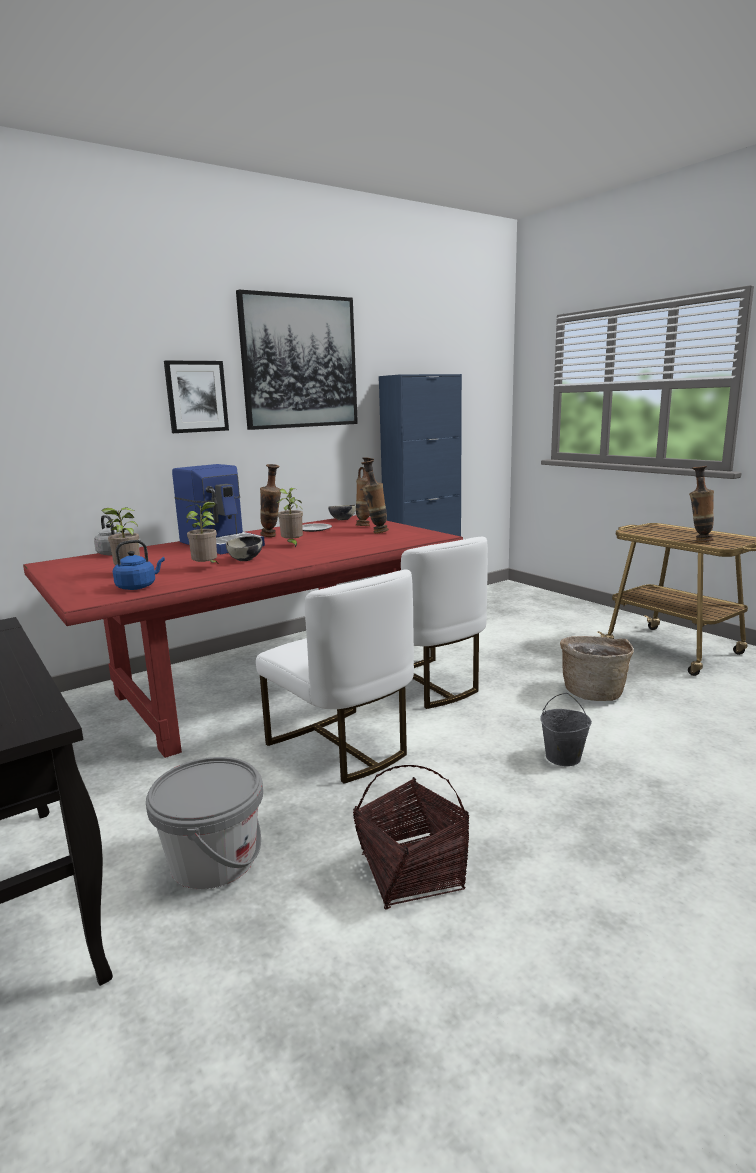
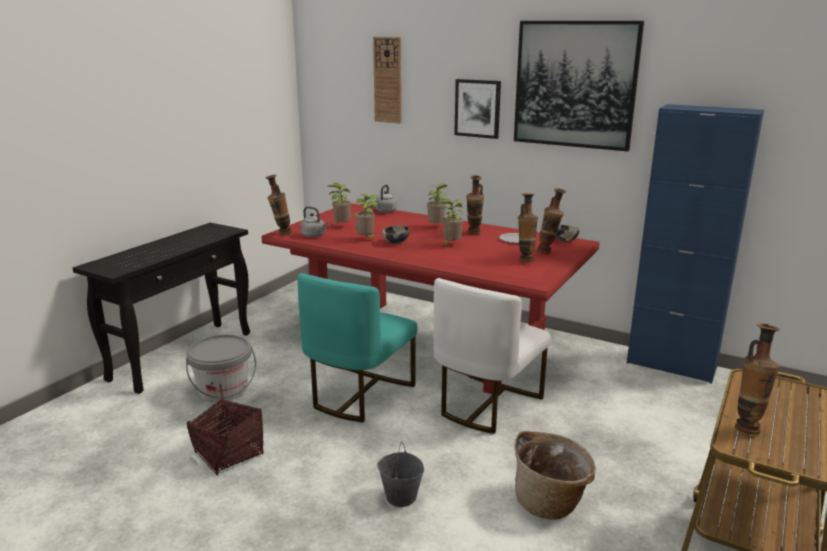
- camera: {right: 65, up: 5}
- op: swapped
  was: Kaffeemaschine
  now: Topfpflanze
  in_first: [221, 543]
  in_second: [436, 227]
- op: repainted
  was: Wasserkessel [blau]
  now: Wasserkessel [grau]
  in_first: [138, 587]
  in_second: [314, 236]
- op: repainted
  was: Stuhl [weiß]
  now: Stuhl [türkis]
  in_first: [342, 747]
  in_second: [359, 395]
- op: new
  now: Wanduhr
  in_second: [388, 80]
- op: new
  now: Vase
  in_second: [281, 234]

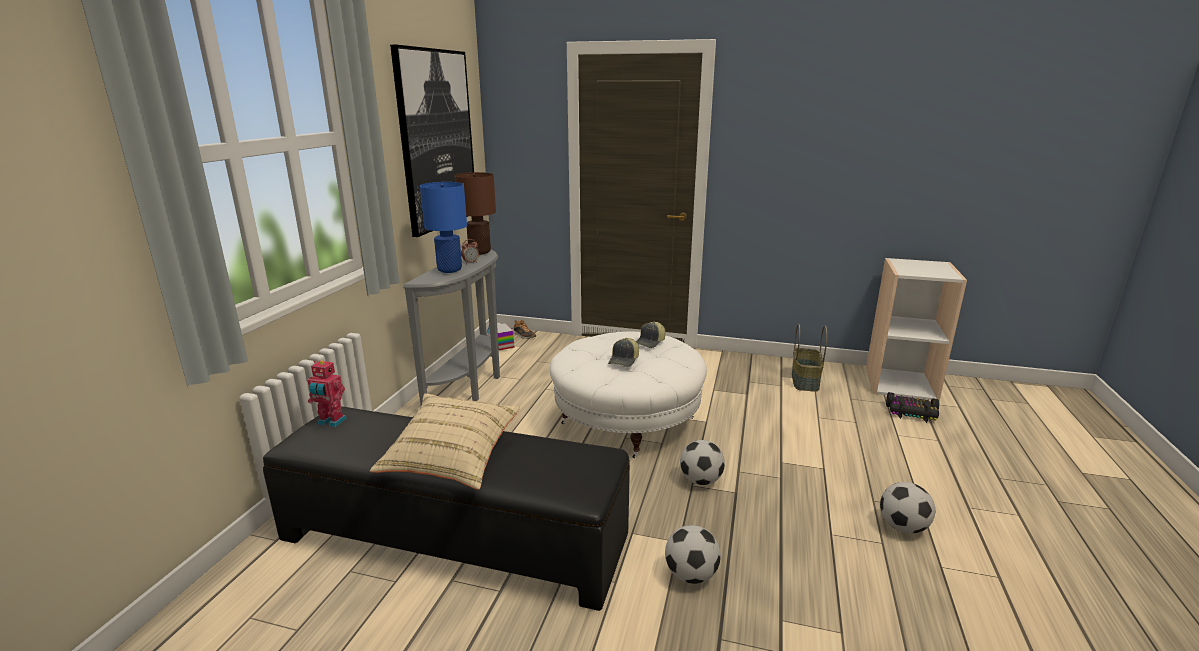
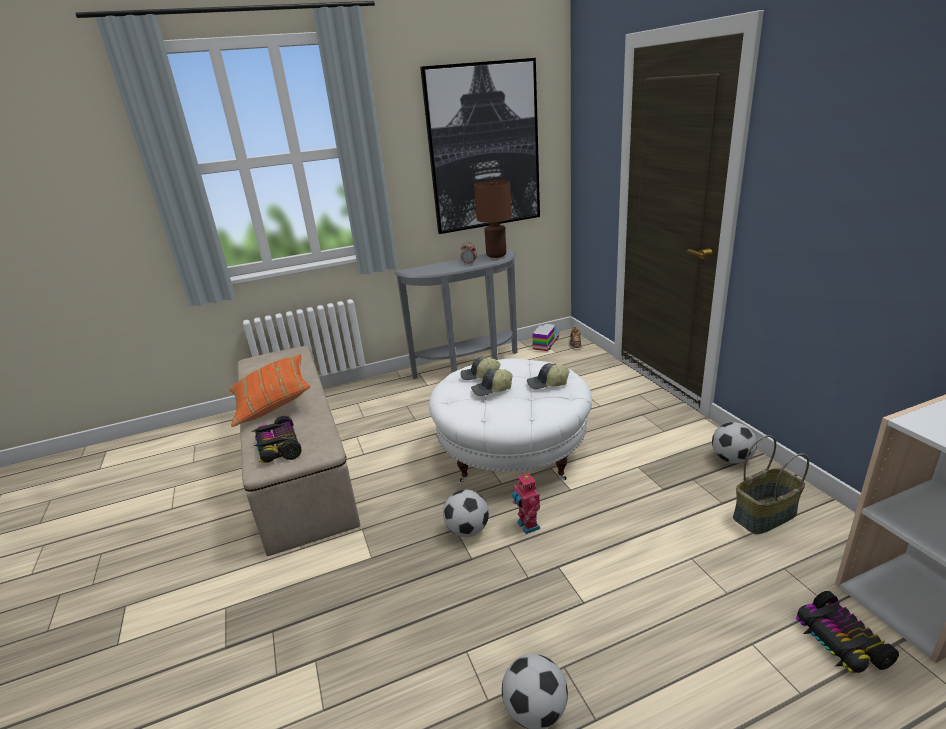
- camera: {right: 55, up: 5}
- op: gone
  was: Tischlampe [blau]
  in_first: [449, 271]
- op: shifted
  was: Spielzeugroboter
  in_first: [331, 422]
  in_second: [527, 526]
- op: repainted
  was: Kissen [beige]
  now: Kissen [orange]
  in_first: [451, 458]
  in_second: [272, 403]
- op: repainted
  was: Bank [schwarz]
  now: Bank [beige]
  in_first: [453, 537]
  in_second: [297, 461]
- op: shifted
  was: Fußball
  in_first: [691, 575]
  in_second: [731, 459]
- op: new
  now: Kappe
  in_second: [480, 376]
- op: new
  now: Spielzeugauto
  in_second: [278, 448]

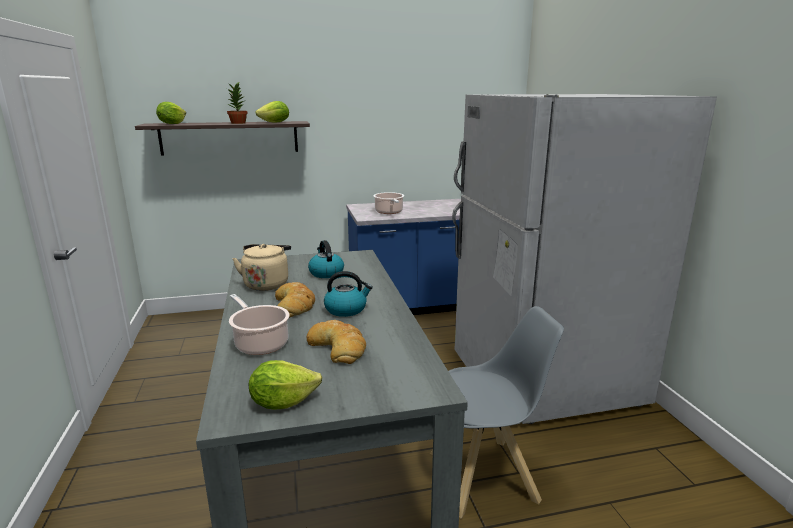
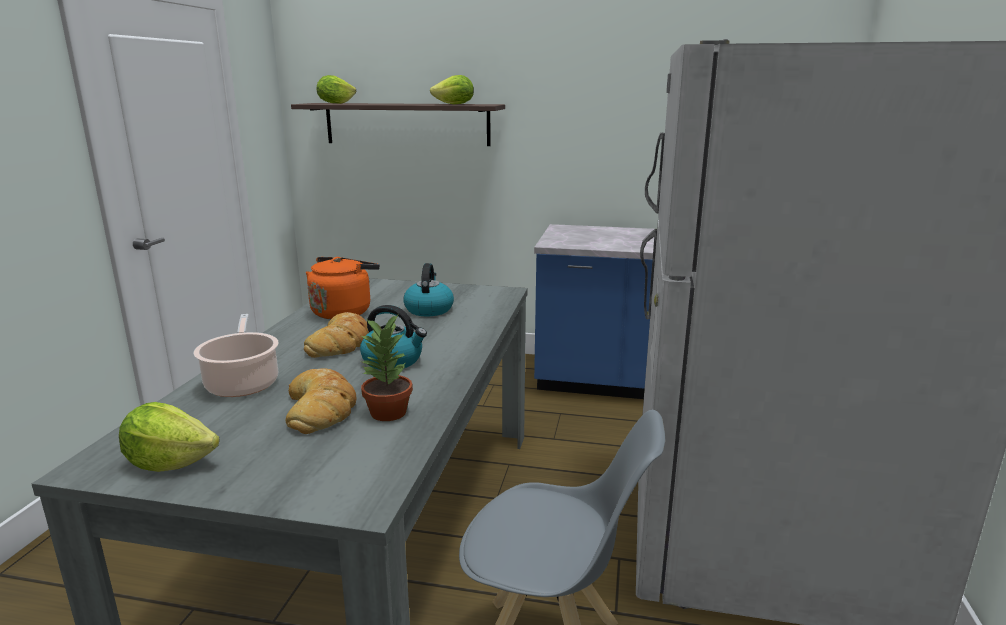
- camera: {right: 25, up: 0}
- op: shifted
  was: Topfpflanze
  in_first: [238, 123]
  in_second: [389, 413]
- op: gone
  was: Kochtopf
  in_first: [389, 212]
- op: repainted
  was: Wasserkessel [beige]
  now: Wasserkessel [orange]
  in_first: [267, 284]
  in_second: [343, 311]

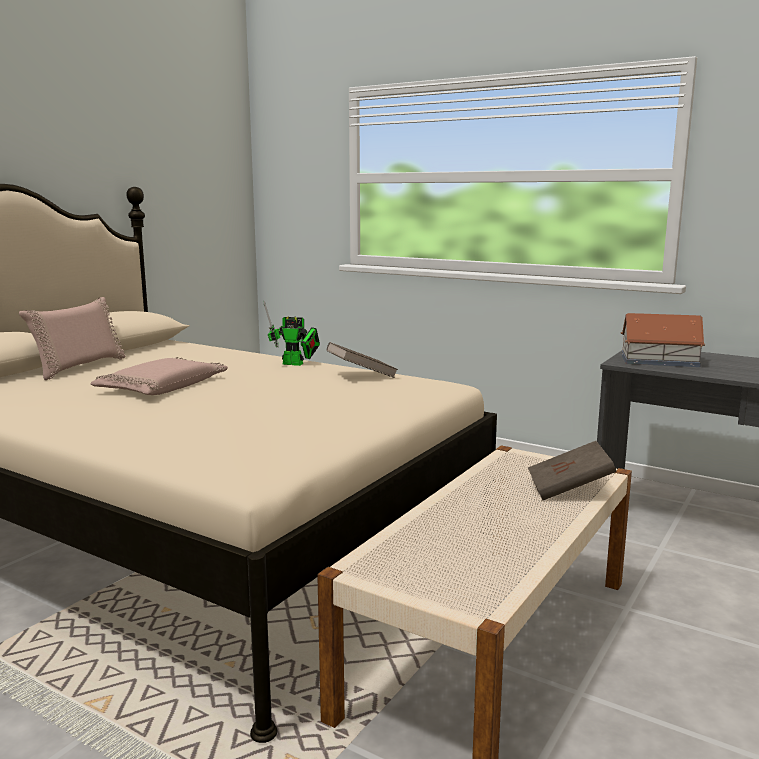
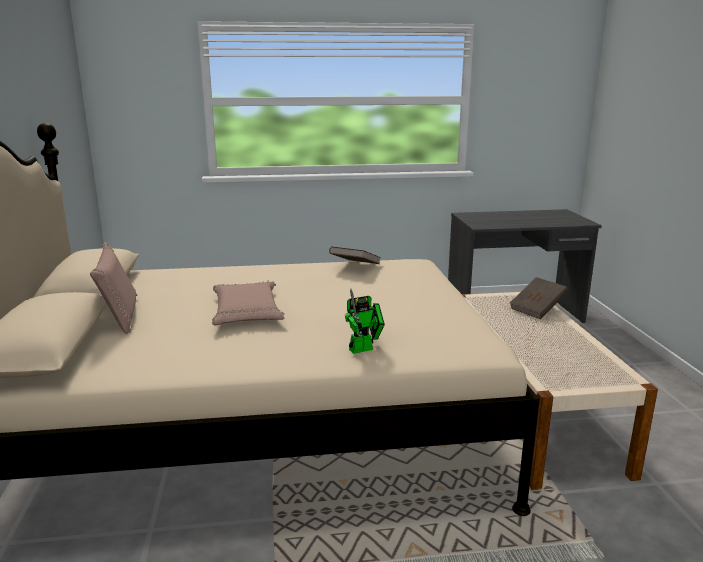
- camera: {right: -40, up: 5}
- op: shifted
  was: Spielzeugroboter
  in_first: [296, 364]
  in_second: [364, 348]
- op: gone
  was: Spielzeughaus
  in_first: [660, 360]

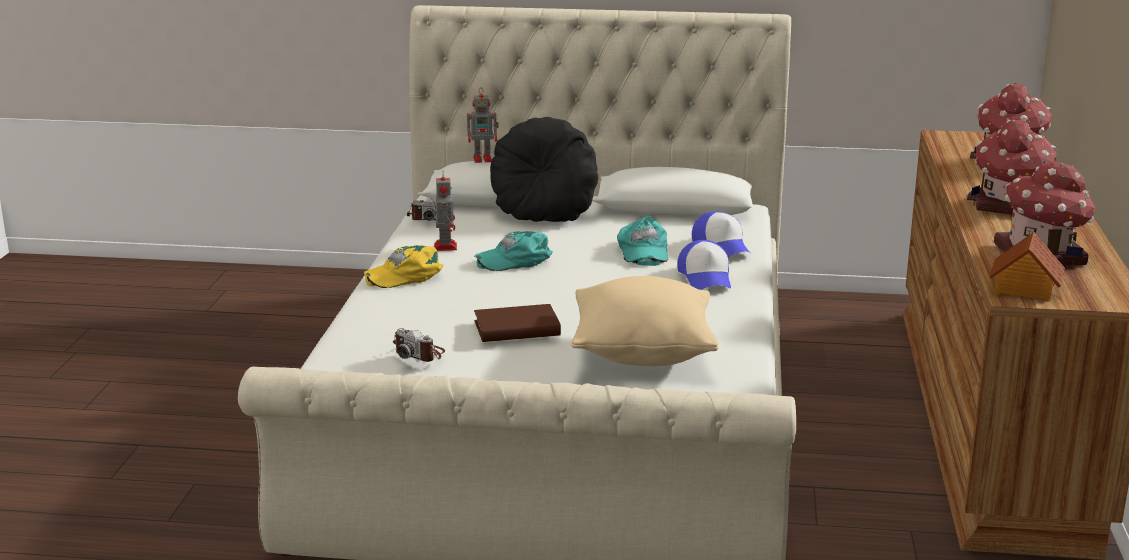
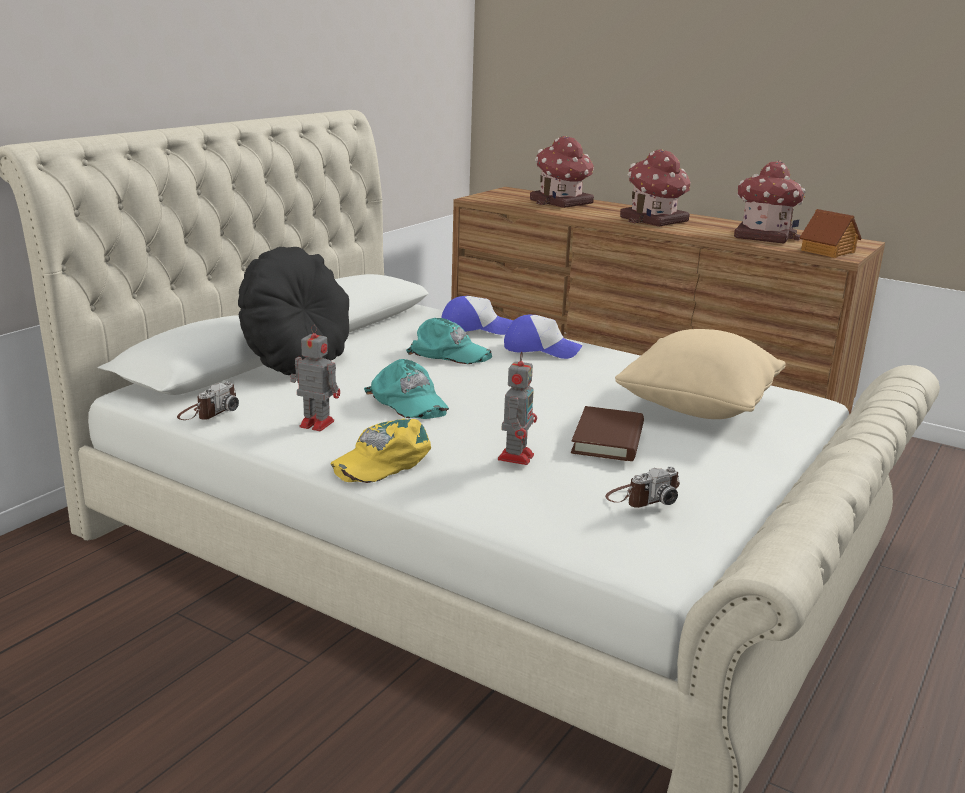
- camera: {right: -65, up: 0}
- op: shifted
  was: Spielzeugroboter
  in_first: [483, 159]
  in_second: [516, 456]
- op: rotated
  was: Kappe [türkis]
  in_first: [515, 260]
  in_second: [408, 401]
  clockwise: -45
- op: rotated
  was: Kappe [gelb]
  in_first: [405, 275]
  in_second: [382, 461]
  clockwise: 45

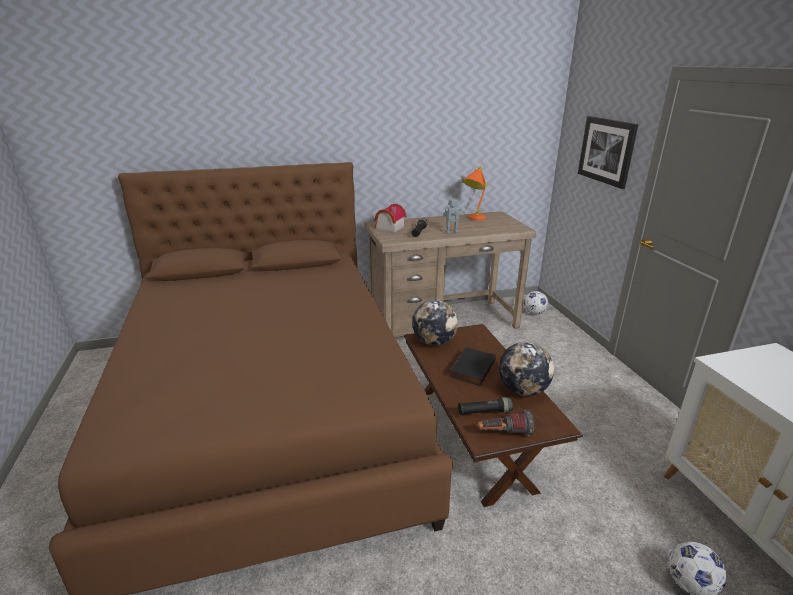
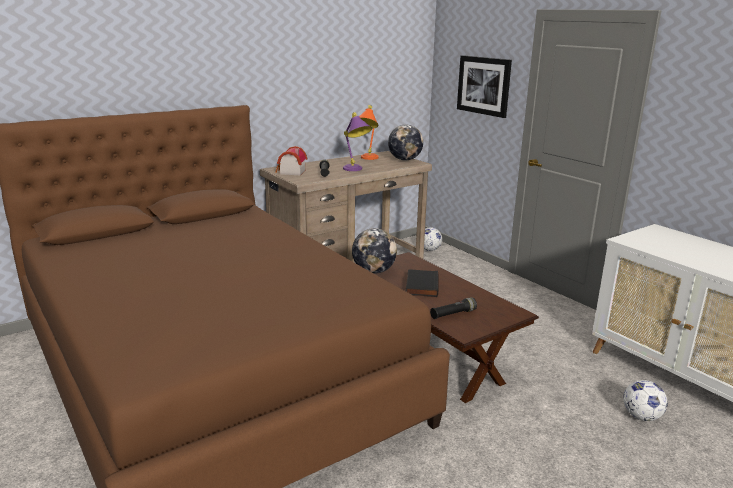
- camera: {right: -20, up: -5}
- op: swapped
  was: Spielzeugroboter
  now: Tischlampe [lila]
  in_first: [452, 232]
  in_second: [356, 170]
- op: shifted
  was: Globus
  in_first: [522, 390]
  in_second: [404, 160]
- op: gone
  was: Taschenlampe
  in_first: [503, 433]

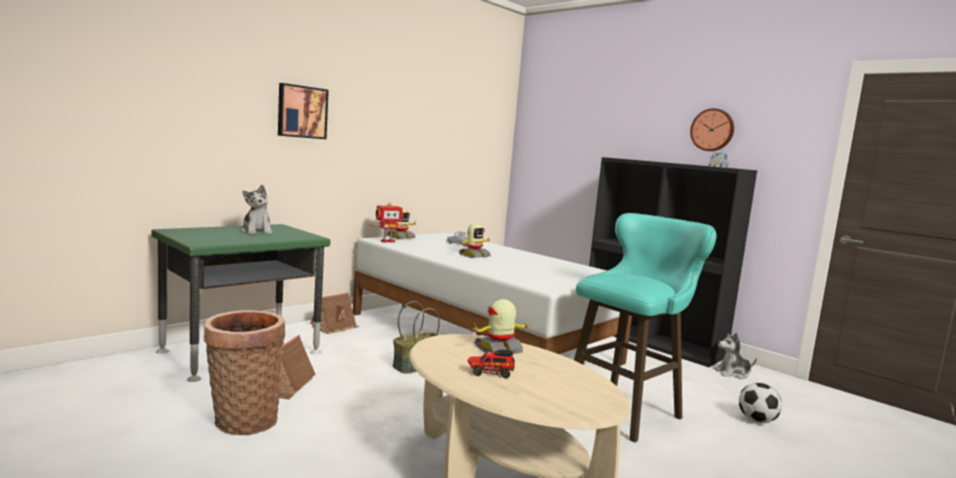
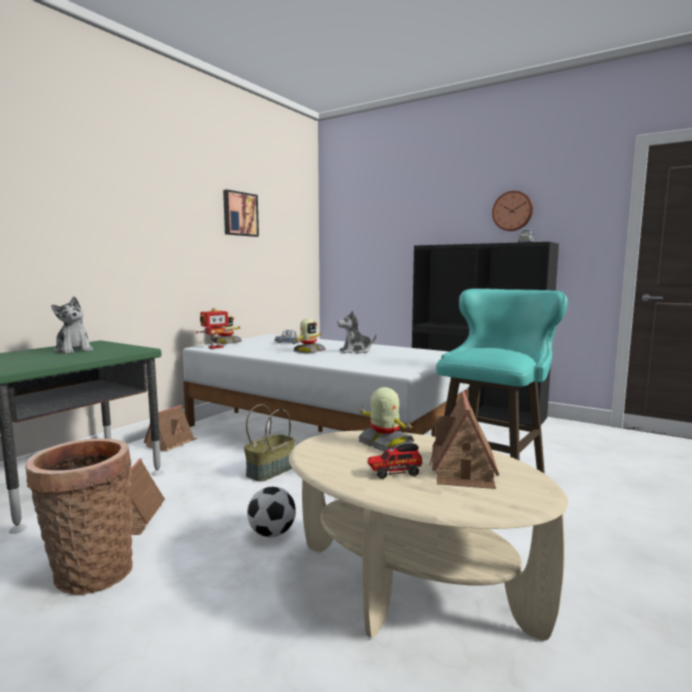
- camera: {right: -10, up: 0}
- op: shifted
  was: Bild
  in_first: [302, 112]
  in_second: [239, 214]
- op: rotated
  was: Spielzeugroboter
  in_first: [498, 350]
  in_second: [385, 443]
  clockwise: 90
- op: shifted
  was: Plüschtier
  in_first: [733, 373]
  in_second: [355, 351]
- op: shifted
  was: Fußball
  in_first: [756, 421]
  in_second: [272, 533]
- op: new
  now: Spielzeughaus
  in_second: [463, 468]

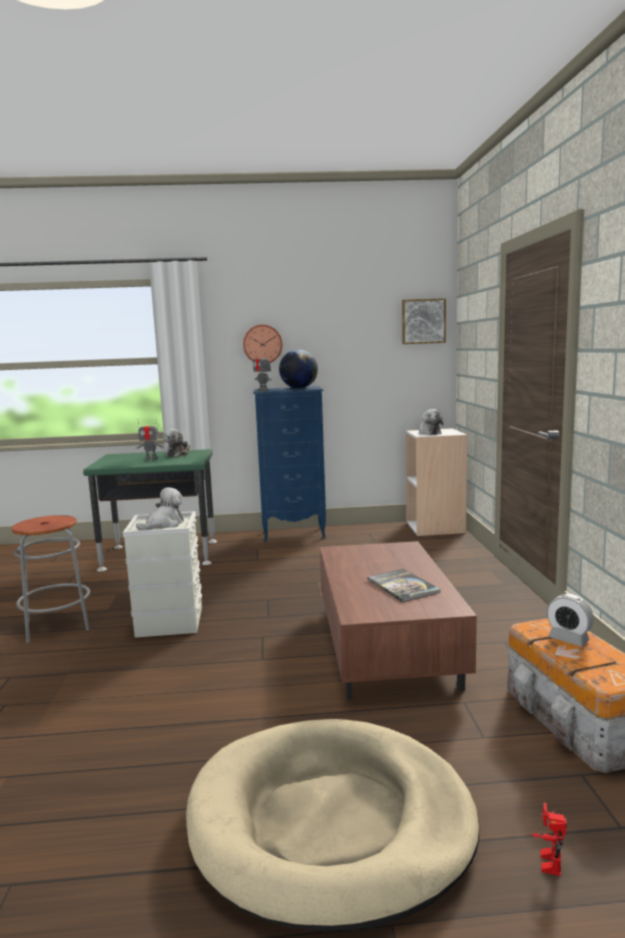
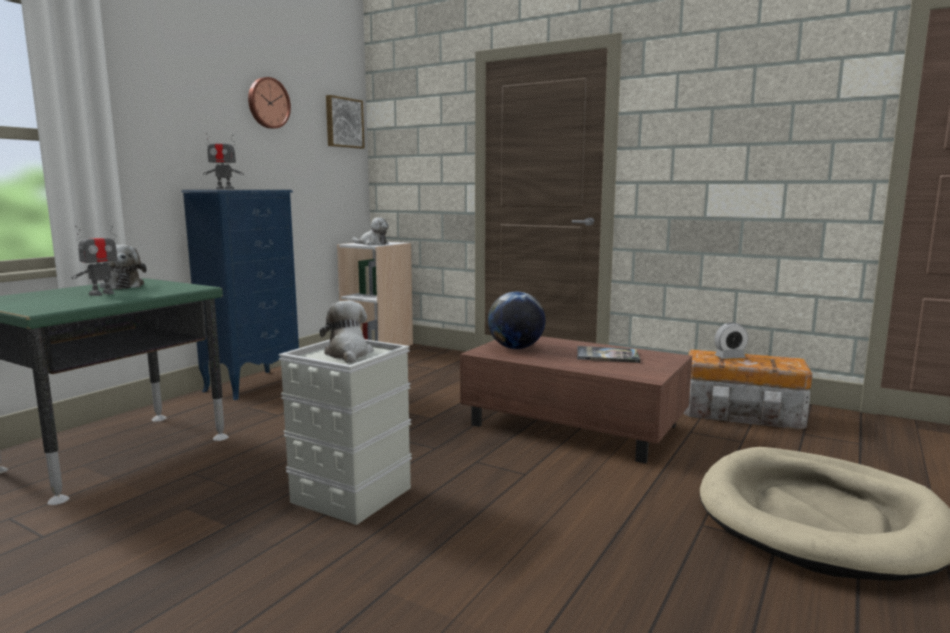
- camera: {right: -55, up: 0}
- op: shifted
  was: Wanduhr
  in_first: [262, 344]
  in_second: [267, 103]
- op: shifted
  was: Globus
  in_first: [299, 388]
  in_second: [516, 348]
- op: gone
  was: Hocker [grau]
  in_first: [57, 624]
- op: gone
  was: Spielzeugroboter
  in_first: [546, 861]

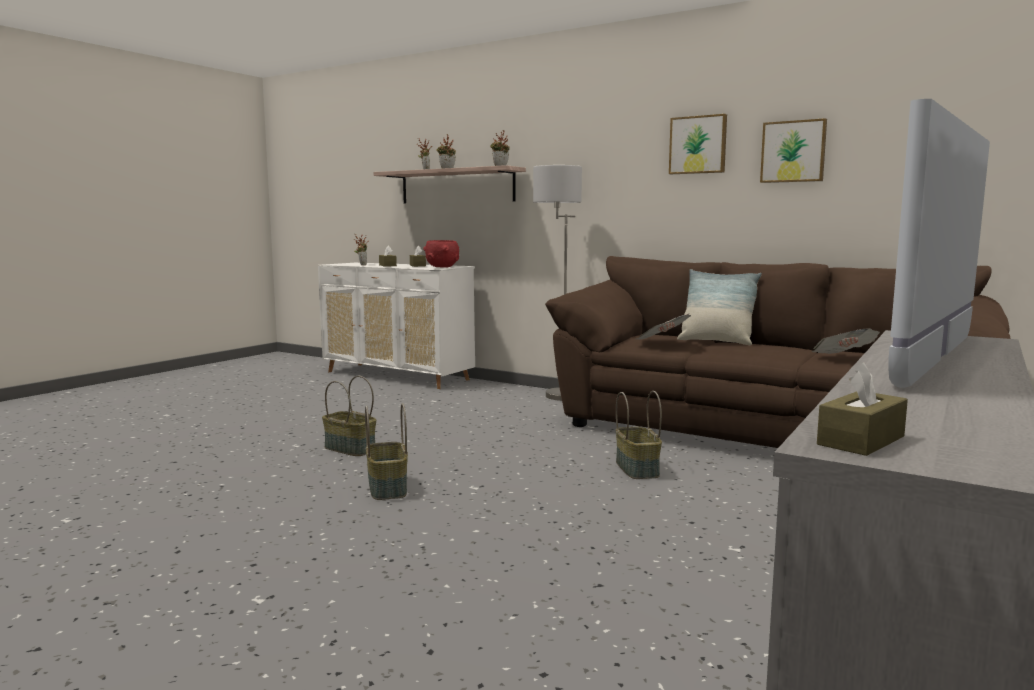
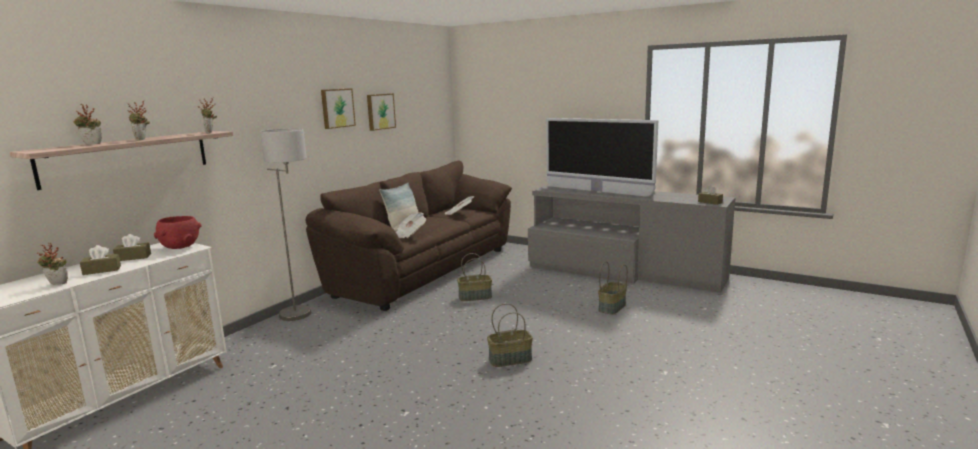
- camera: {right: -90, up: 5}
- op: shifted
  was: Korb
  in_first: [349, 449]
  in_second: [612, 307]

